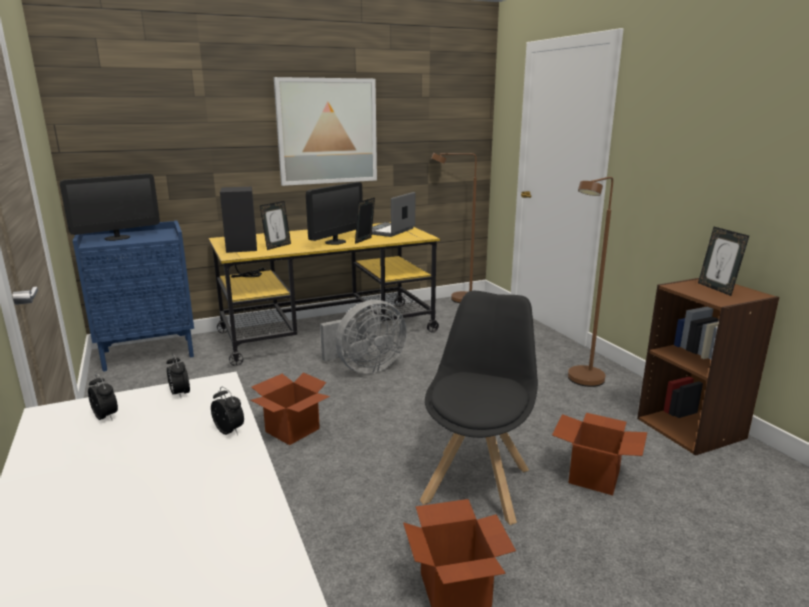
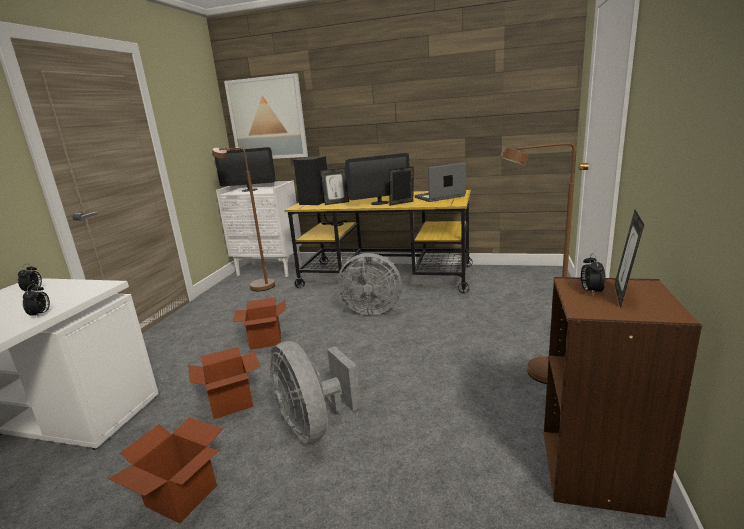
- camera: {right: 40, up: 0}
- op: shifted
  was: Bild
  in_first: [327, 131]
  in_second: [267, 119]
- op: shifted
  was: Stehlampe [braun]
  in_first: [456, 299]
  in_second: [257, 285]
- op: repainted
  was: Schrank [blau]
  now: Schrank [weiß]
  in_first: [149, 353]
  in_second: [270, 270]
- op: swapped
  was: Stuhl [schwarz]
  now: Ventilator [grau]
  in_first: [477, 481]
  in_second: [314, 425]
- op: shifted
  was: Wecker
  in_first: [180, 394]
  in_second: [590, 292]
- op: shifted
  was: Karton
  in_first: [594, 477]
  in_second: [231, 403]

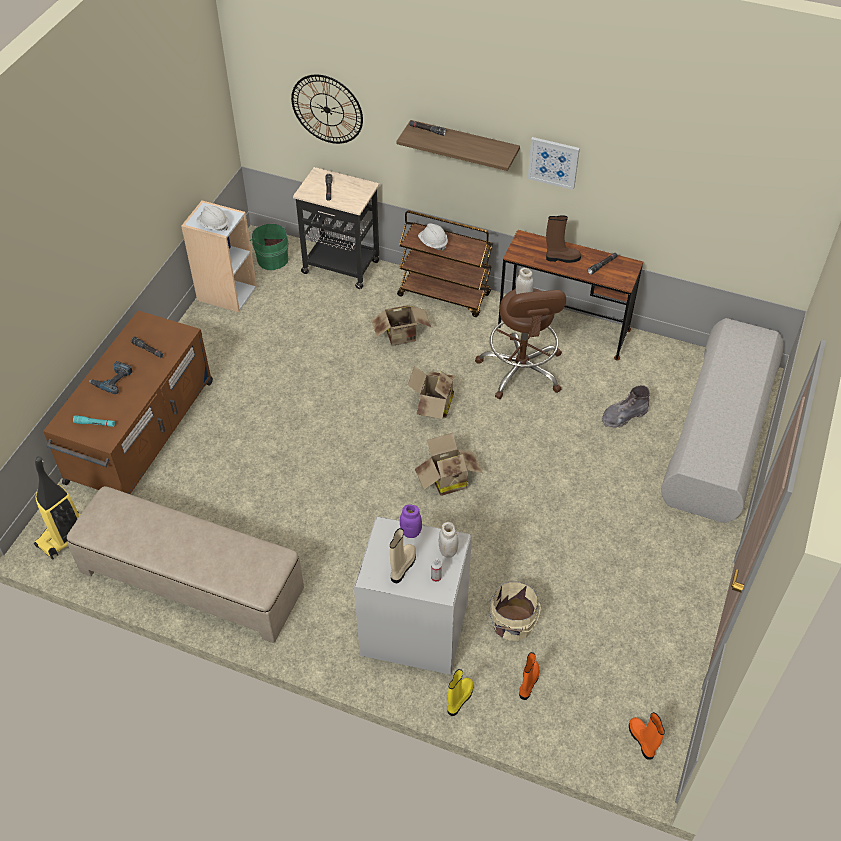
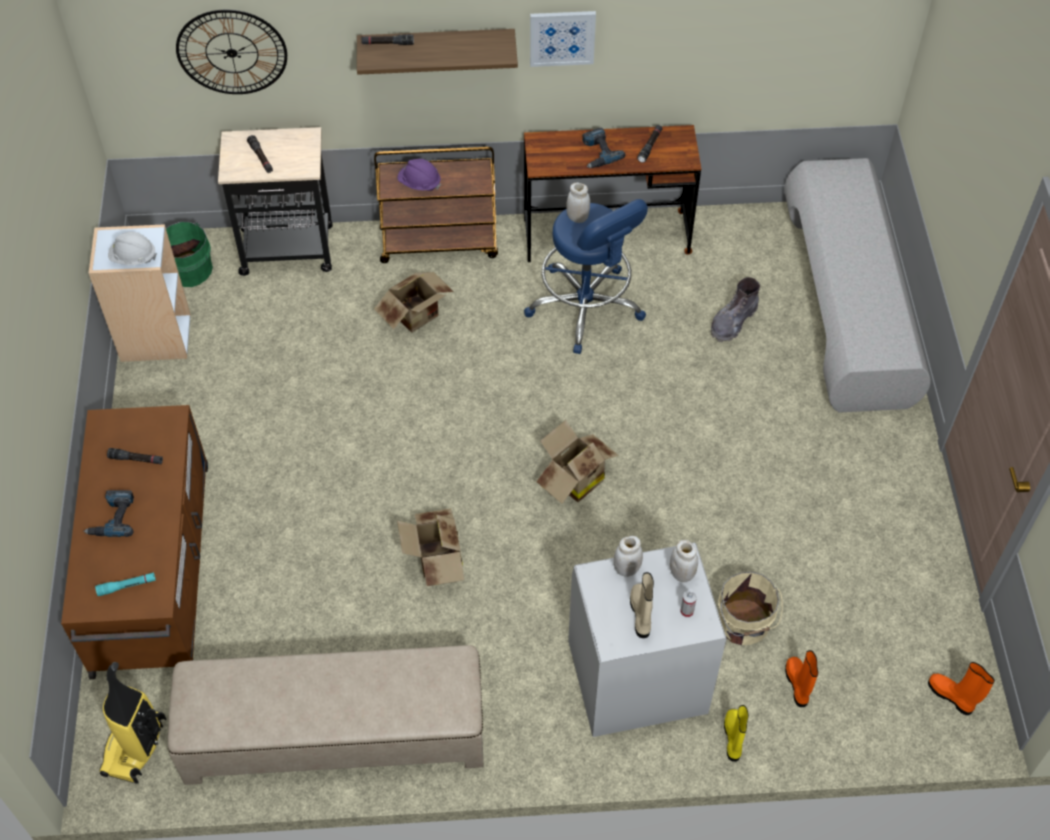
- camera: {right: -25, up: 5}
- op: swapped
  was: Stiefel [braun]
  now: Bohrmaschine
  in_first: [561, 258]
  in_second: [597, 153]
- op: repainted
  was: Schutzhelm [weiß]
  now: Schutzhelm [lila]
  in_first: [433, 243]
  in_second: [419, 183]
- op: repainted
  was: Hocker [braun]
  now: Hocker [blau]
  in_first: [521, 371]
  in_second: [586, 308]
- op: shifted
  was: Karton
  in_first: [433, 406]
  in_second: [436, 561]
- op: repainted
  was: Vorratsglas [lila]
  now: Vorratsglas [weiß]
  in_first: [411, 532]
  in_second: [626, 568]

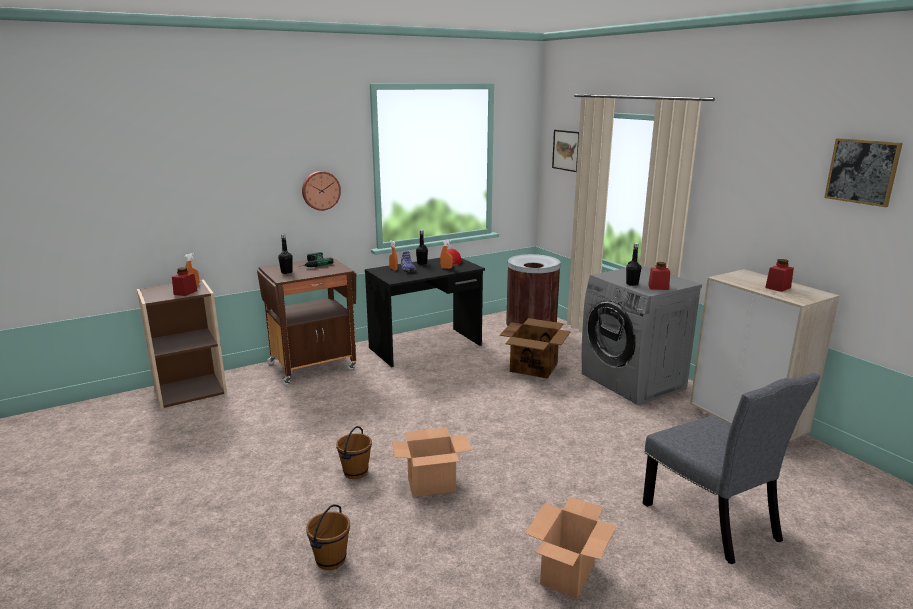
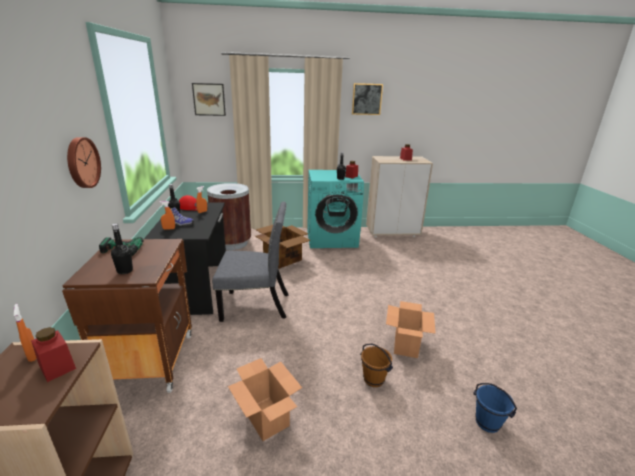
- camera: {right: -65, up: 5}
- op: shifted
  was: Bild
  in_first: [862, 171]
  in_second: [366, 99]
- op: repainted
  was: Waschmaschine [grau]
  now: Waschmaschine [türkis]
  in_first: [632, 383]
  in_second: [332, 240]
- op: shifted
  was: Stuhl [grau]
  in_first: [710, 519]
  in_second: [254, 306]
- op: shifted
  was: Karton
  in_first: [567, 574]
  in_second: [267, 418]
- op: repainted
  was: Eimer [braun]
  now: Eimer [blau]
  in_first: [330, 560]
  in_second: [487, 423]

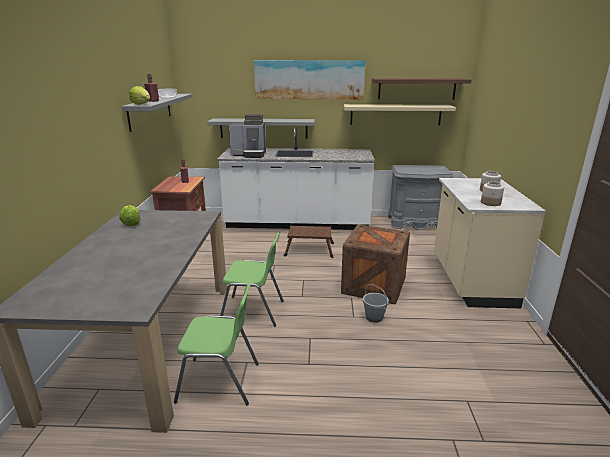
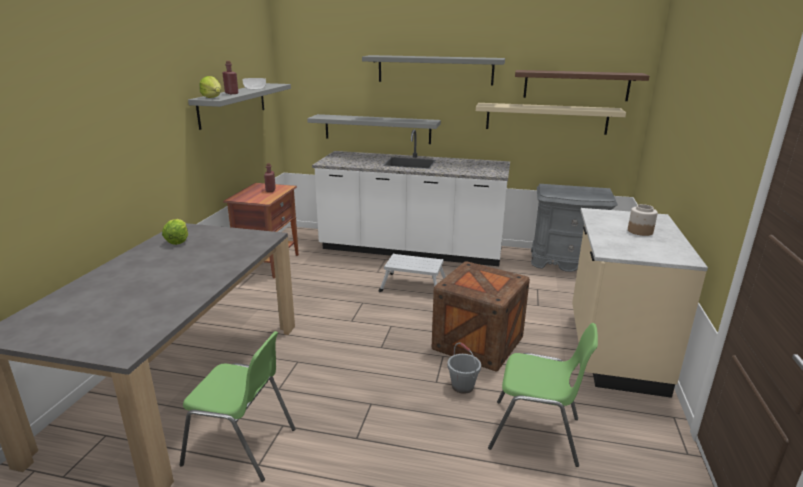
- camera: {right: 10, up: 0}
- op: swapped
  was: Bild
  now: Wandregal [grau]
  in_first: [309, 79]
  in_second: [435, 70]
- op: gone
  was: Kaffeemaschine
  in_first: [250, 155]
- op: gone
  was: Vorratsglas
  in_first: [491, 203]
- op: repainted
  was: Trittleiter [braun]
  now: Trittleiter [weiß]
  in_first: [310, 249]
  in_second: [414, 286]
- op: shifted
  was: Stuhl [grün]
  in_first: [253, 312]
  in_second: [536, 433]

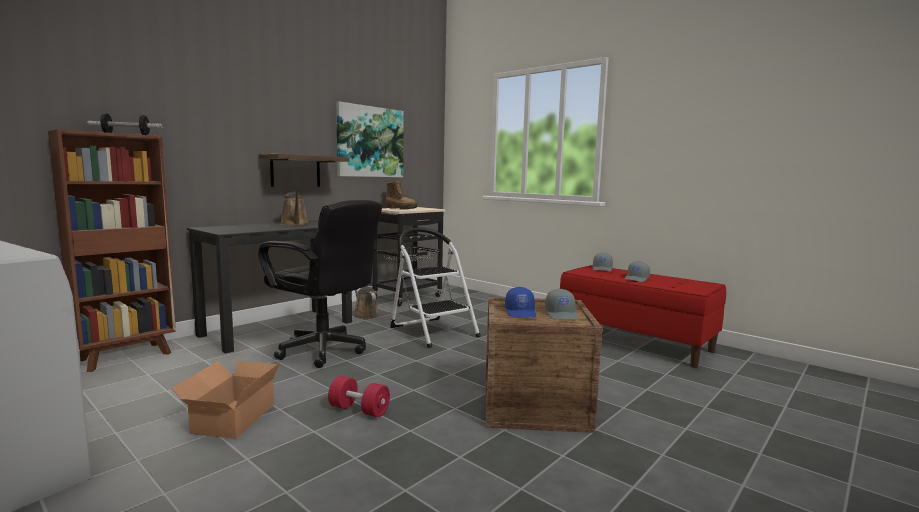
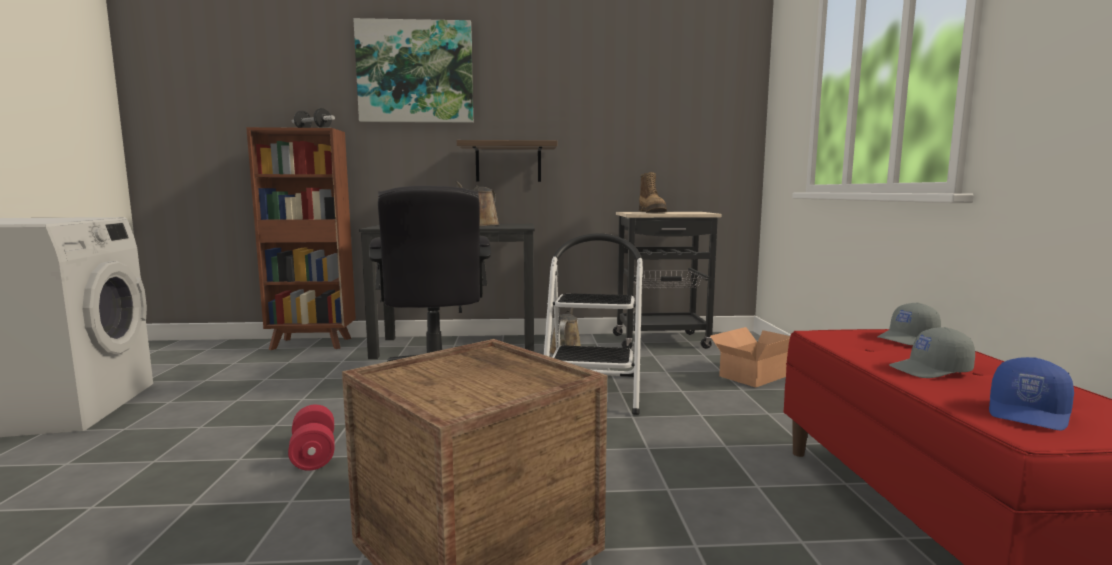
- camera: {right: 45, up: 0}
- op: shifted
  was: Bild
  in_first: [370, 142]
  in_second: [415, 72]
- op: shifted
  was: Kappe [blau]
  in_first: [521, 312]
  in_second: [1029, 413]
- op: gone
  was: Kappe [grau]
  in_first: [562, 314]
- op: shifted
  was: Karton
  in_first: [230, 419]
  in_second: [752, 375]

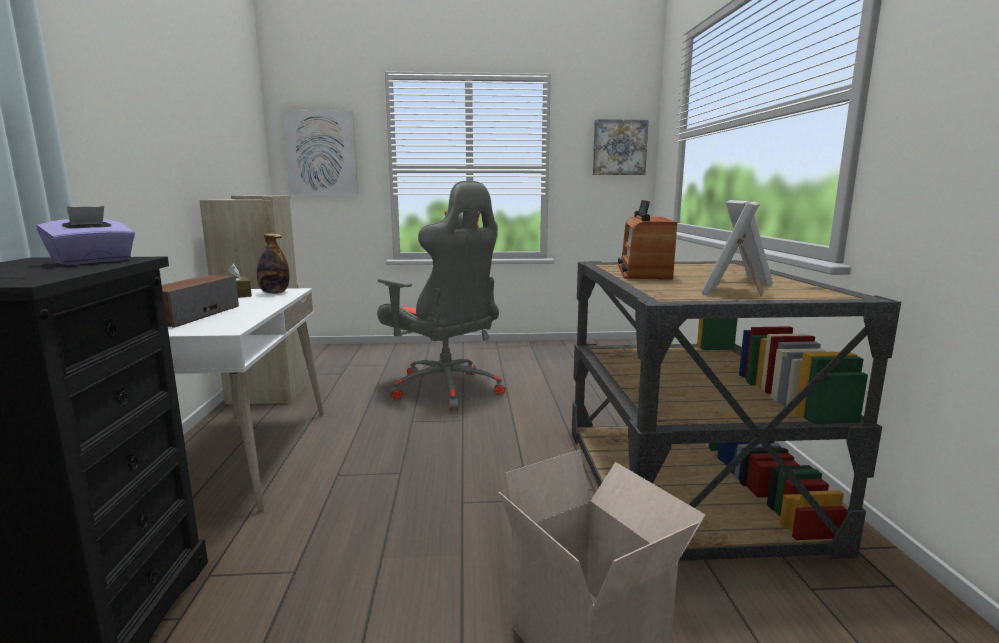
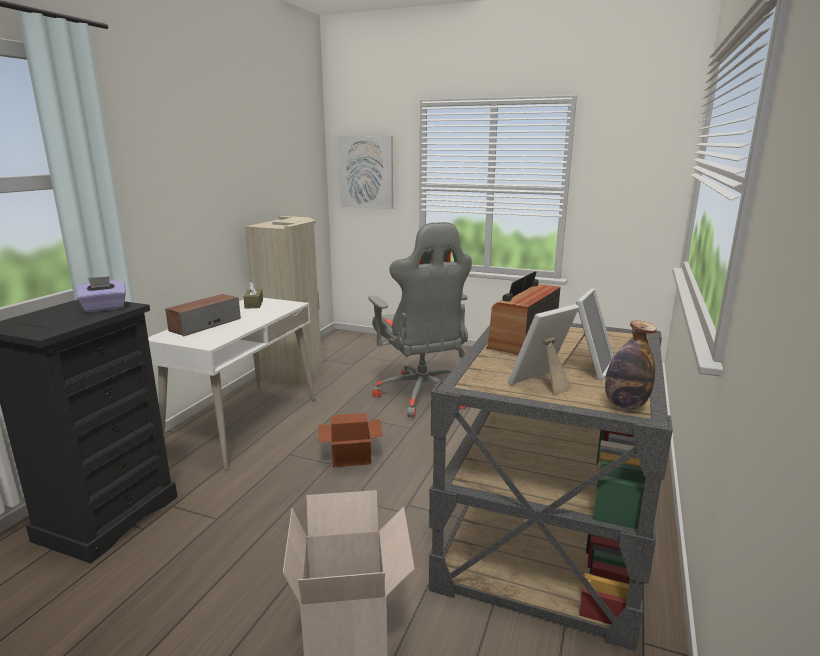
- camera: {right: 25, up: 5}
- op: gone
  was: Bild
  in_first: [619, 147]
- op: shifted
  was: Flasche
  in_first: [274, 293]
  in_second: [625, 405]
- op: new
  now: Karton
  in_second: [351, 455]

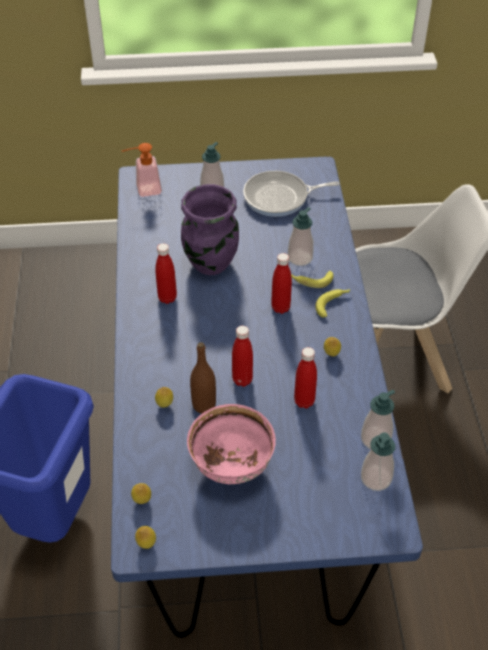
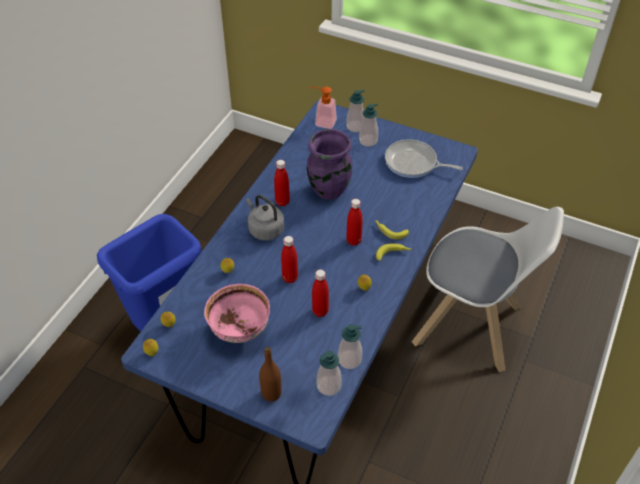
- camera: {right: 30, up: 0}
- op: shifted
  was: Seifenspender
  in_first: [300, 258]
  in_second: [355, 127]
- op: shifted
  was: Flasche [braun]
  in_first: [204, 405]
  in_second: [271, 393]
- op: new
  now: Wasserkessel [grau]
  in_second: [265, 229]

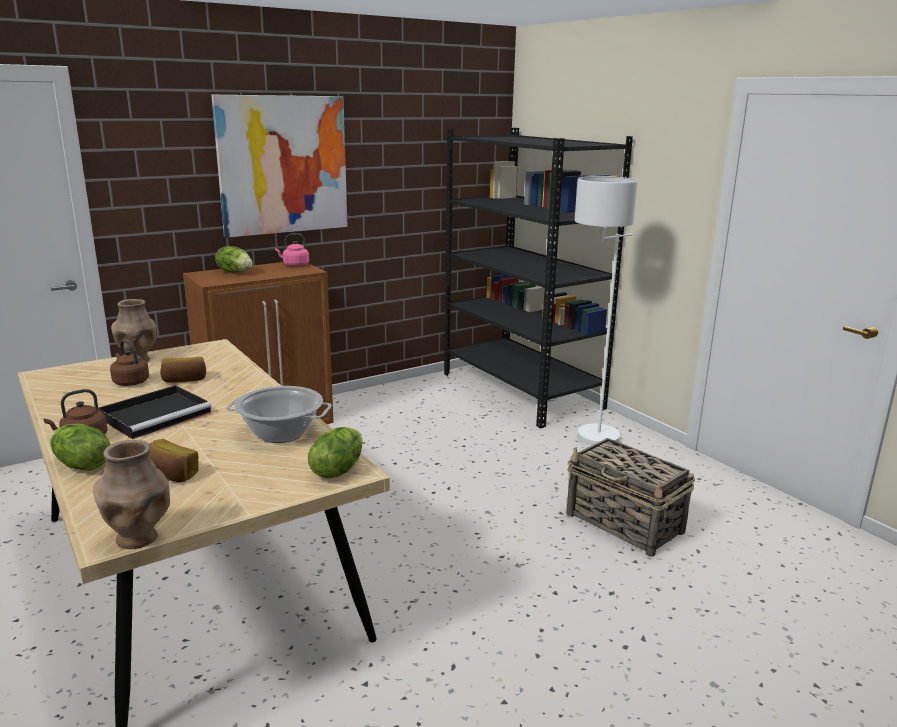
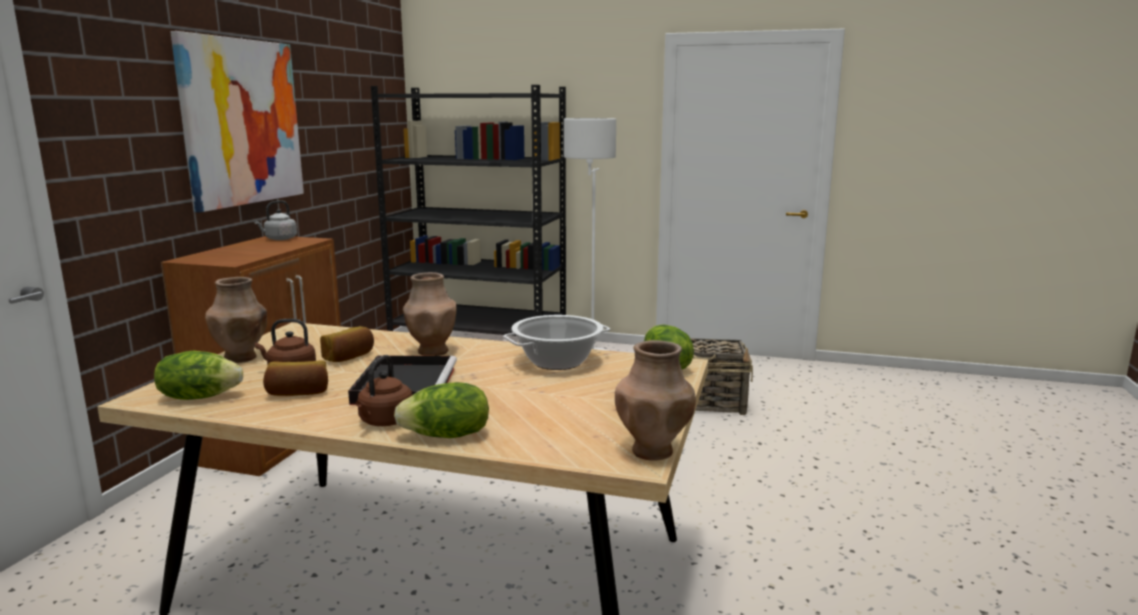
- camera: {right: -40, up: -5}
- op: repainted
  was: Wasserkessel [rosa]
  now: Wasserkessel [grau]
  in_first: [294, 265]
  in_second: [279, 239]
- op: shifted
  was: Salatkopf
  in_first: [235, 272]
  in_second: [199, 396]
- op: shifted
  was: Brot
  in_first: [170, 474]
  in_second: [298, 393]
- op: new
  now: Vase [braun]
  in_second: [432, 351]

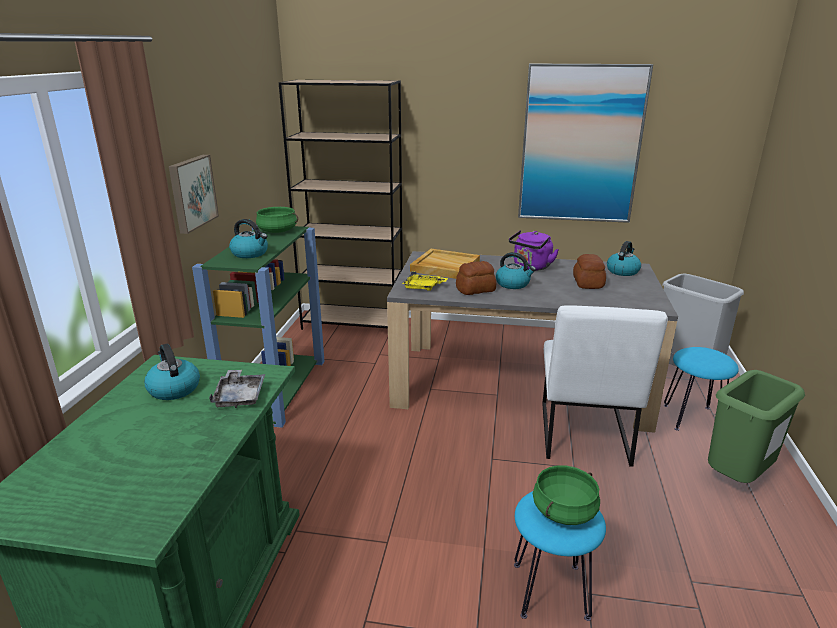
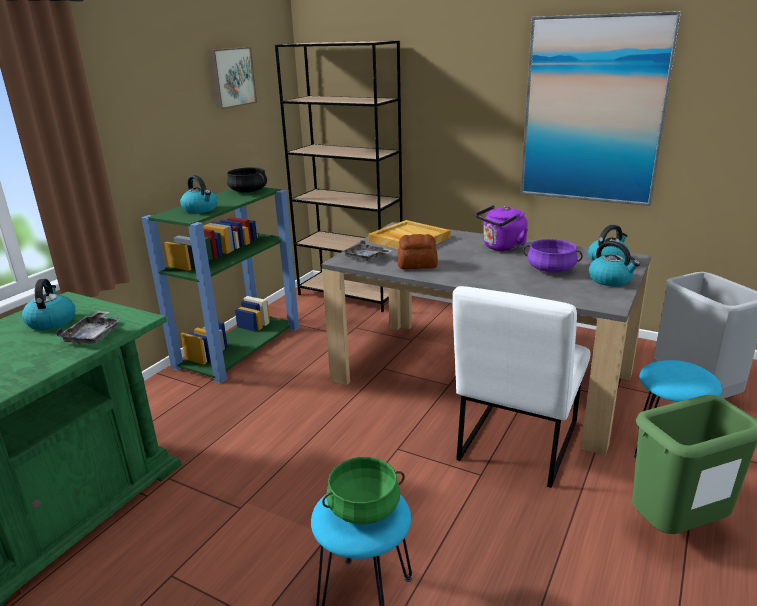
- camera: {right: 20, up: 0}
- op: shifted
  was: Bild
  in_first: [191, 192]
  in_second: [231, 77]
- op: repainted
  was: Kochtopf [grün]
  now: Kochtopf [schwarz]
  in_first: [278, 231]
  in_second: [248, 191]
- op: shifted
  was: Wasserkessel
  in_first: [513, 284]
  in_second: [610, 280]
- op: swapped
  was: Brot
  now: Kochtopf [lila]
  in_first: [587, 283]
  in_second: [551, 269]
- op: repainted
  was: Tablett [gelb]
  now: Tablett [grau]
  in_first: [423, 287]
  in_second: [366, 257]

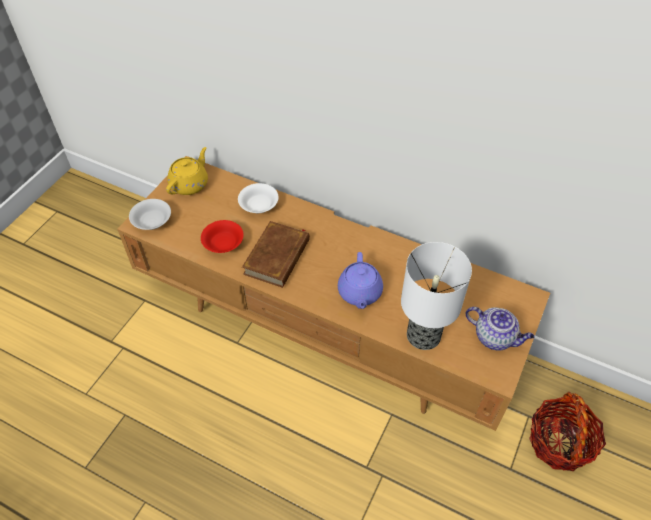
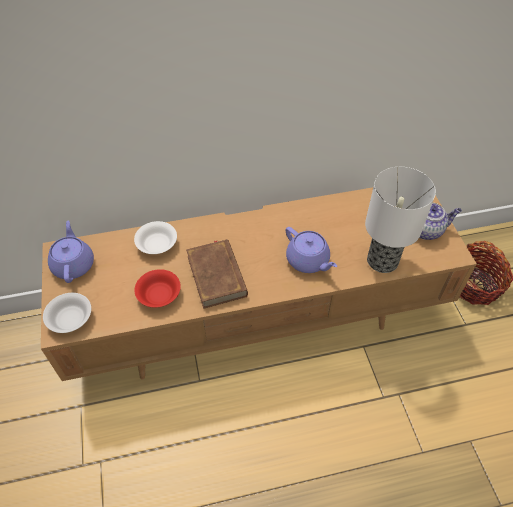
- camera: {right: -40, up: 0}
- op: repainted
  was: Teekanne [gelb]
  now: Teekanne [lila]
  in_first: [190, 184]
  in_second: [74, 264]

